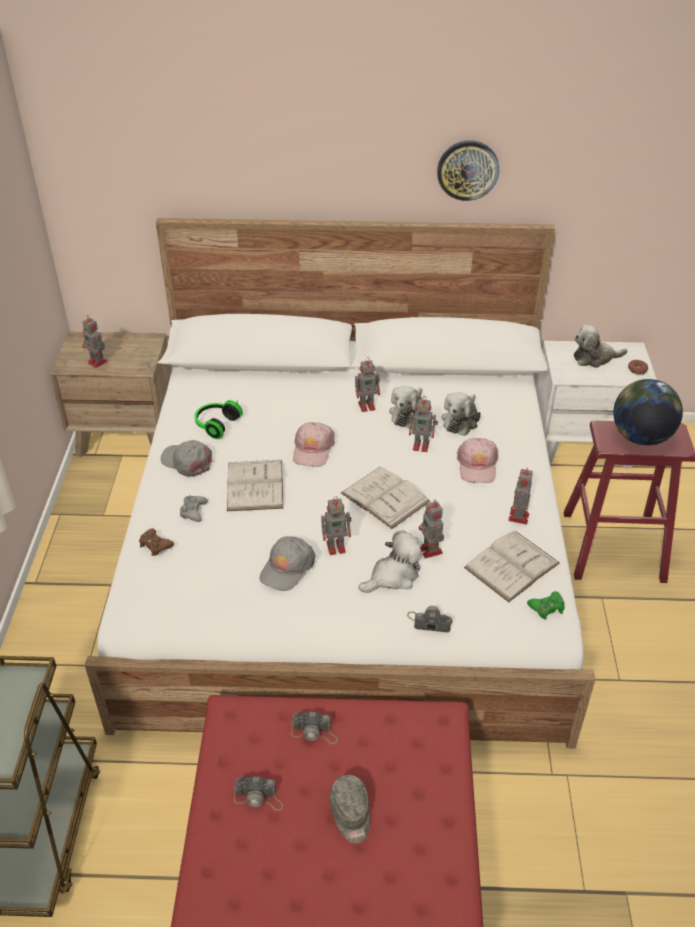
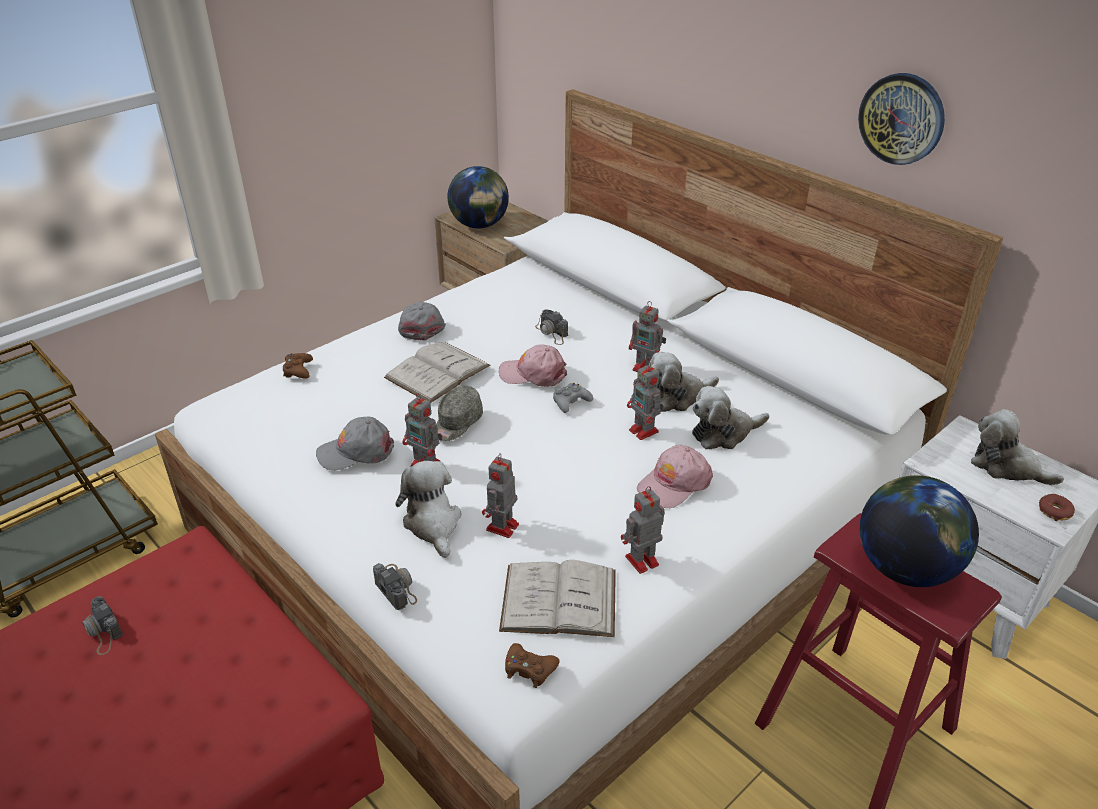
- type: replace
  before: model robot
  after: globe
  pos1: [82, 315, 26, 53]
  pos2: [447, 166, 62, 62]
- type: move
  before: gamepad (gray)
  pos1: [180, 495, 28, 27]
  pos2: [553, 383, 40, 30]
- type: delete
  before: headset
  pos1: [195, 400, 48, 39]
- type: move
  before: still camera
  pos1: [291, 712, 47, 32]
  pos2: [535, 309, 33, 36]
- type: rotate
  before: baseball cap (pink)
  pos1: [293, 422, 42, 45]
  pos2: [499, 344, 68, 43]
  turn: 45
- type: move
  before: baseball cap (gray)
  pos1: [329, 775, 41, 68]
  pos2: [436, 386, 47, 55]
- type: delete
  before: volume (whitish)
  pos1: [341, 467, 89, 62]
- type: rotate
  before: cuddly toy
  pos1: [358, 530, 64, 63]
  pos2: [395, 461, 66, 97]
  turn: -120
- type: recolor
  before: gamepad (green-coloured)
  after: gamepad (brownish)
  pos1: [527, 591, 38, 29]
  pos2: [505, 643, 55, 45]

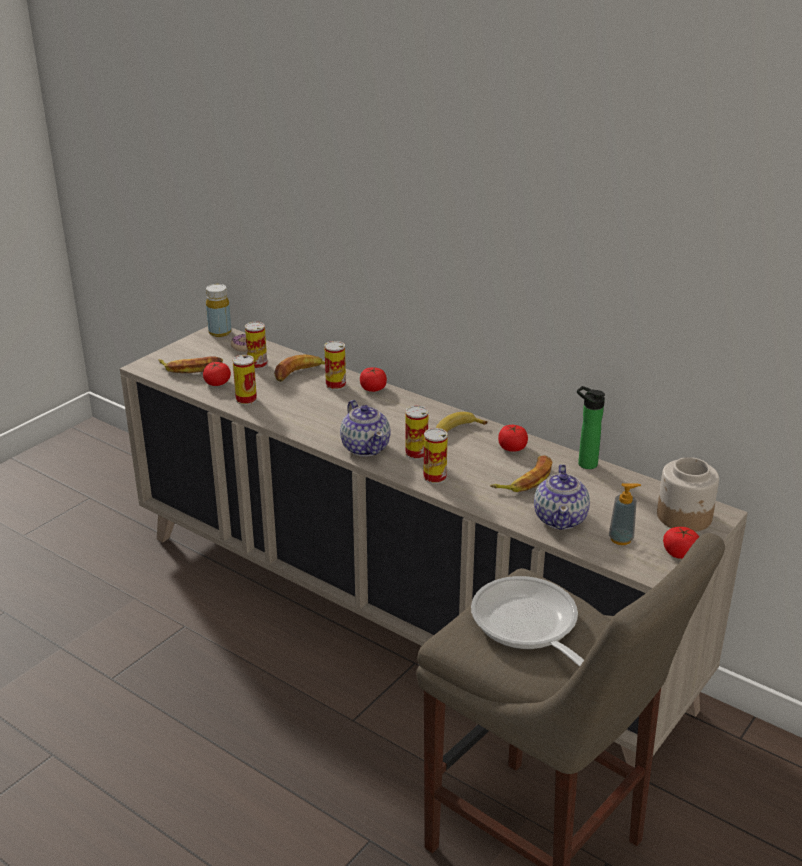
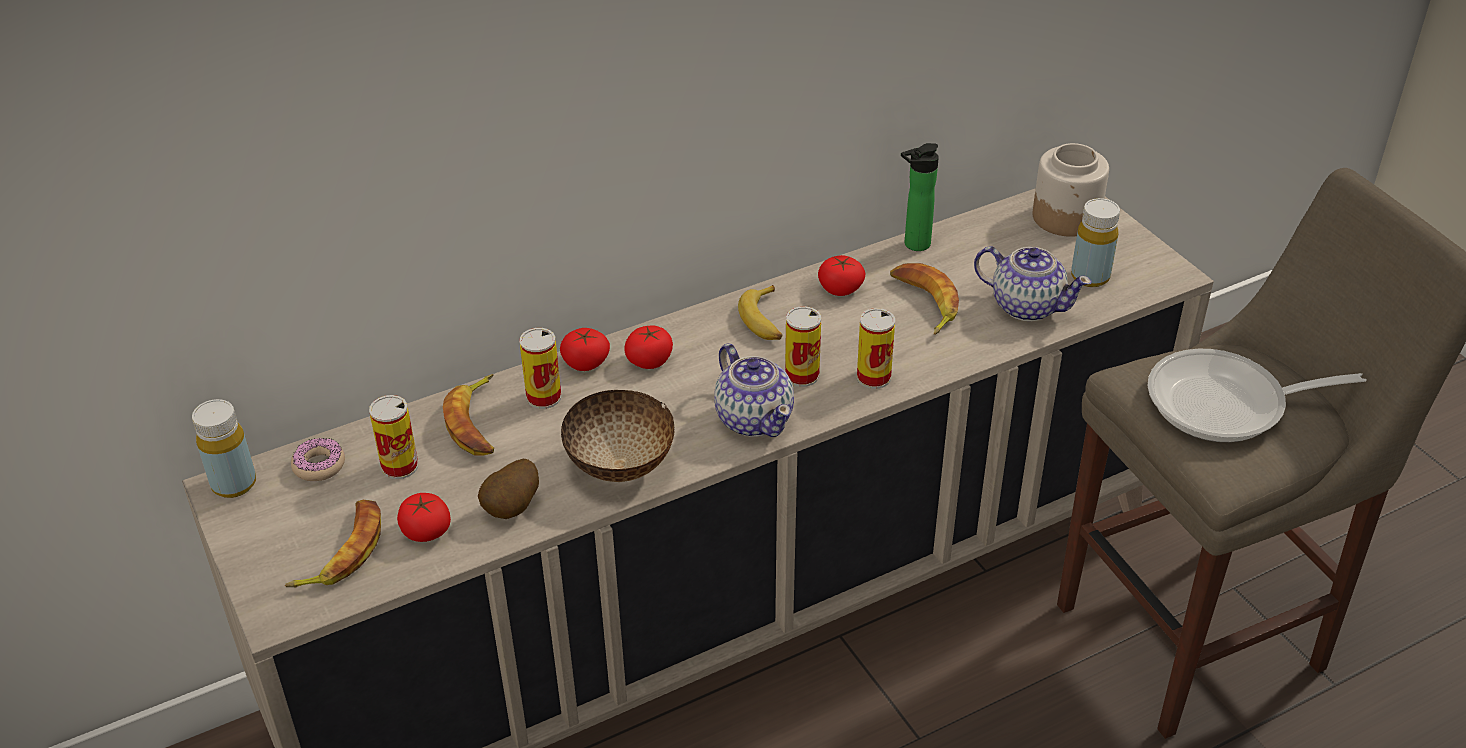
- type: replace
  before: sealed can
  after: whole potato
  pos1: [233, 355, 24, 50]
  pos2: [478, 459, 61, 60]
- type: rotate
  before: pot for tea
  pos1: [340, 400, 51, 57]
  pos2: [714, 344, 80, 93]
  turn: 60
- type: replace
  before: soap dispenser
  after: drink bottle (yellow-coloured)
  pos1: [609, 483, 32, 62]
  pos2: [1071, 198, 49, 89]
- type: move
  before: tomato
  pos1: [663, 527, 36, 32]
  pos2: [624, 326, 49, 43]
- type: insert
  after: serving bowl
  pos2: [561, 390, 113, 92]

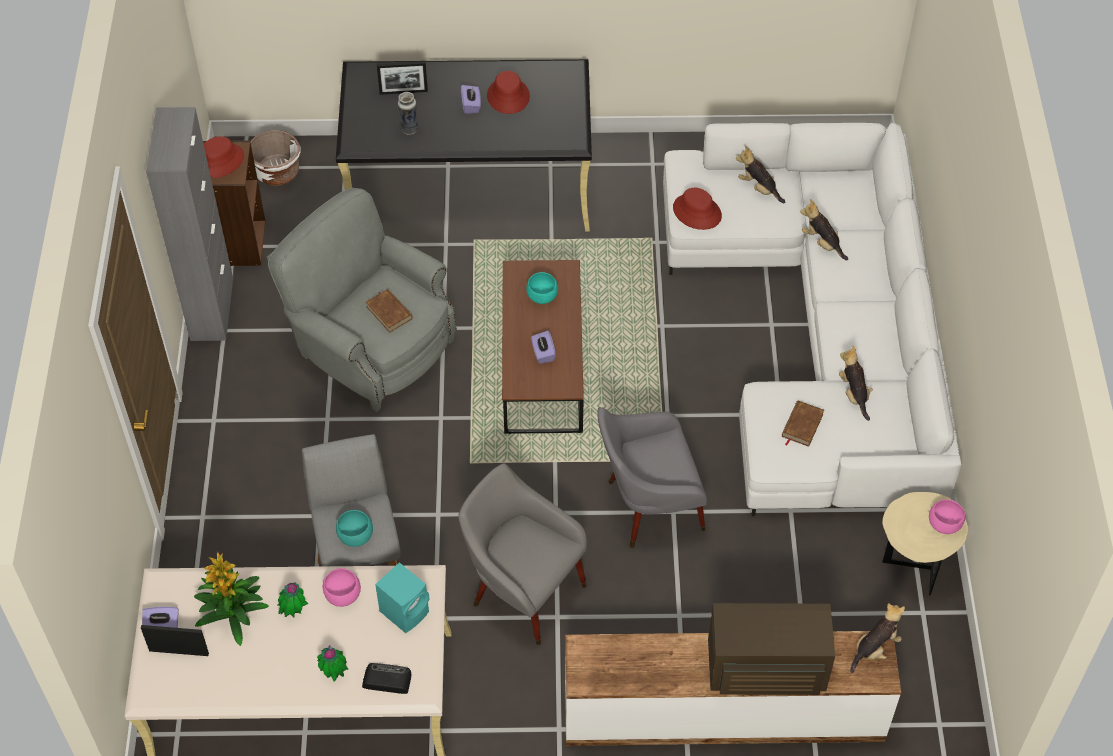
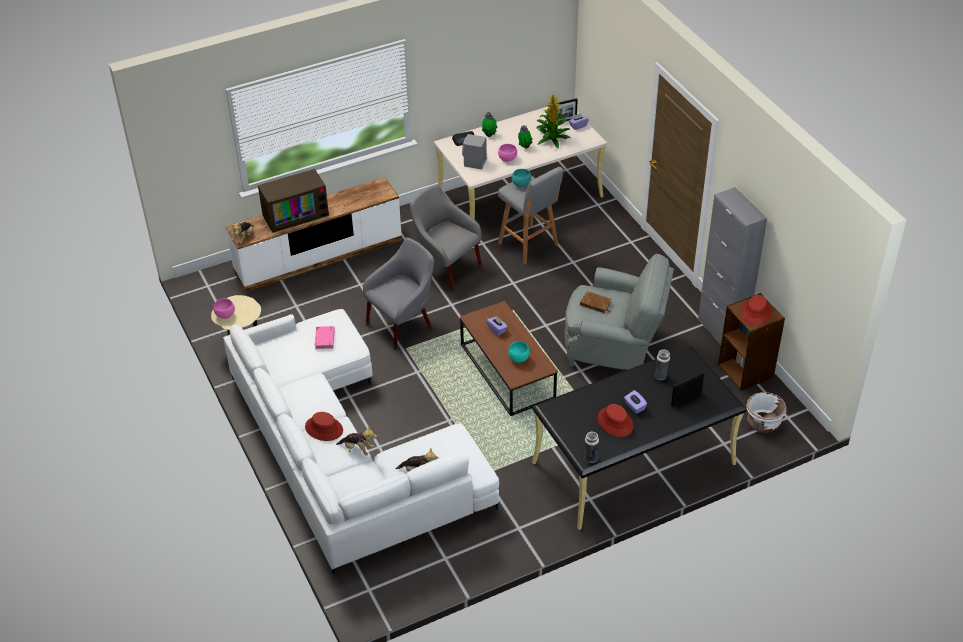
- type: recolor
  before: audio speaker (blue-green)
  after: audio speaker (gray)
  pos1: [375, 562, 54, 71]
  pos2: [462, 134, 25, 35]
- type: rotate
  before: lounge chair (gray)
  pos1: [458, 463, 129, 182]
  pos2: [410, 184, 72, 108]
  turn: -150
- type: move
  before: wearable hat (red-coloured)
  pos1: [673, 188, 49, 42]
  pos2: [305, 412, 38, 29]
- type: recolor
  before: volume (brownish)
  after: volume (pink)
  pos1: [782, 401, 42, 46]
  pos2: [315, 326, 20, 23]
- type: delete
  before: cuddly toy
  pos1: [839, 345, 34, 76]
- type: insert
  after: flower vase
  pos2: [585, 432, 14, 31]

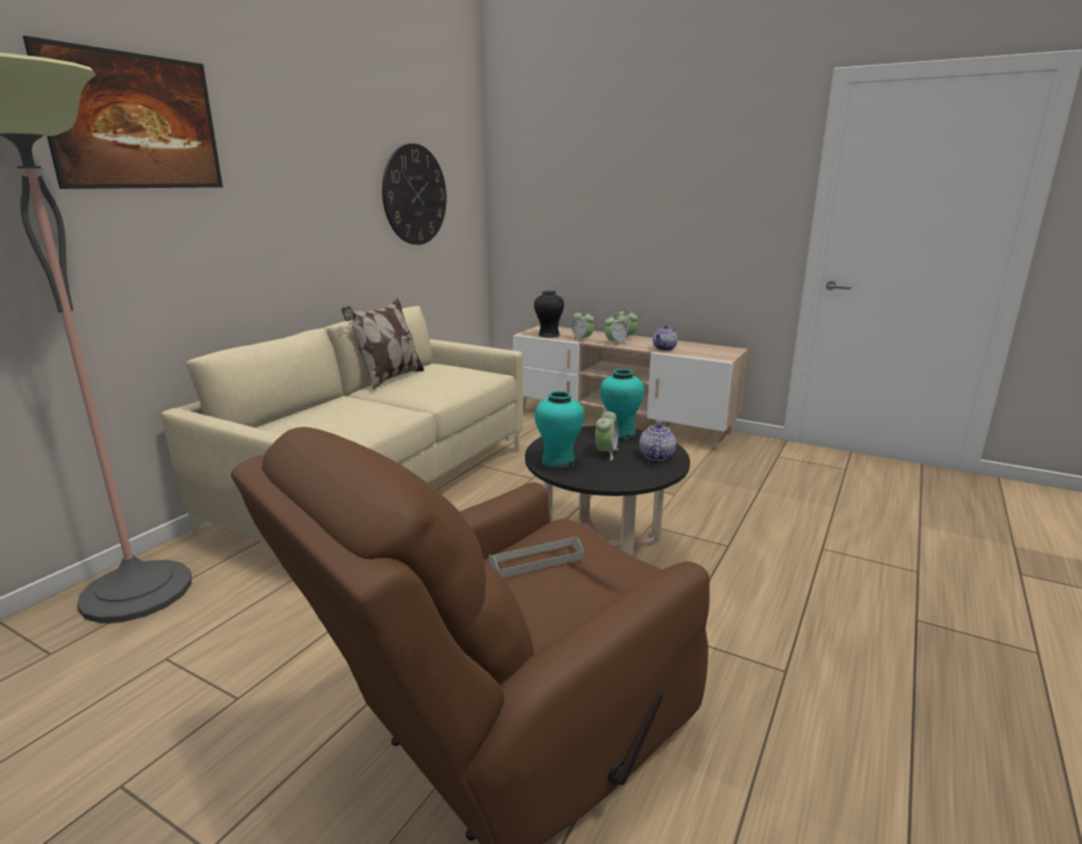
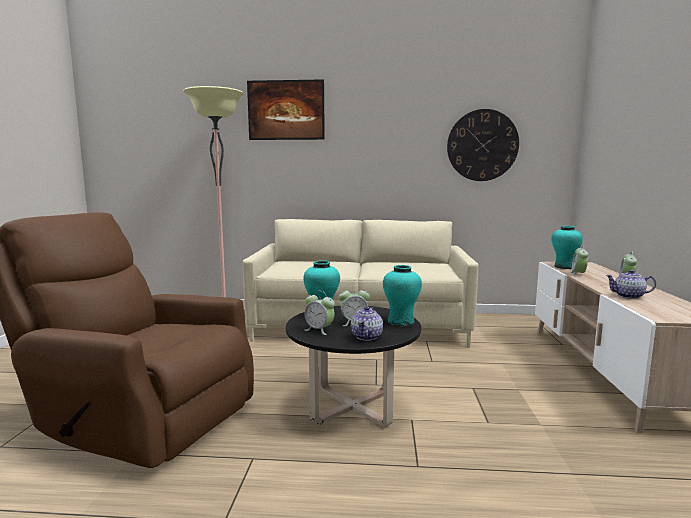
- type: delete
  before: throw pillow
  pos1: [341, 298, 83, 92]
- type: delete
  before: carrying tray (gray)
  pos1: [489, 537, 95, 40]
- type: recolor
  before: flower vase (blackish)
  after: flower vase (blue-green)
  pos1: [534, 291, 30, 47]
  pos2: [551, 226, 32, 43]
- type: move
  before: alarm clock
  pos1: [605, 313, 23, 33]
  pos2: [304, 291, 31, 44]
- type: rotate
  before: pot for tea
  pos1: [639, 421, 37, 40]
  pos2: [351, 307, 32, 34]
  turn: 120

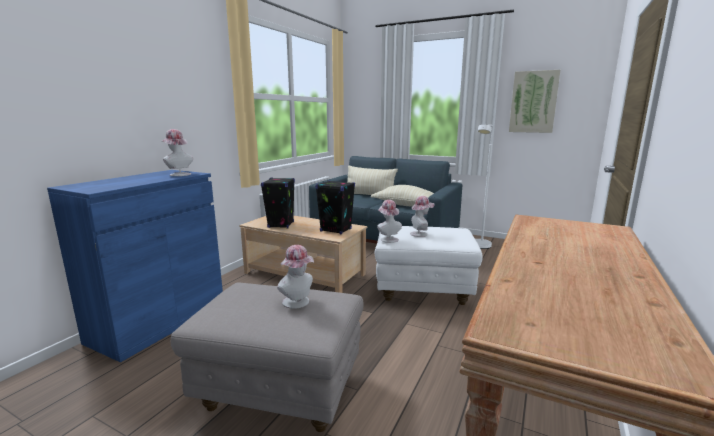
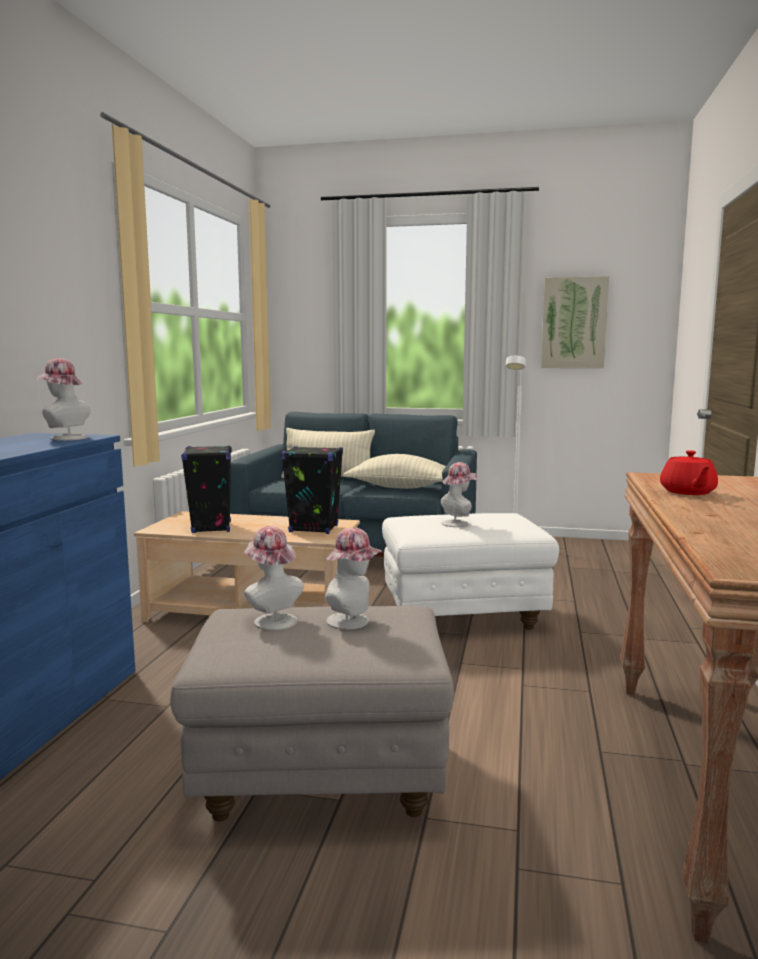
- type: move
  before: wearable hat
  pos1: [377, 200, 25, 43]
  pos2: [244, 526, 60, 104]
- type: insert
  after: pot for tea (red-coloured)
  pos2: [660, 450, 58, 45]

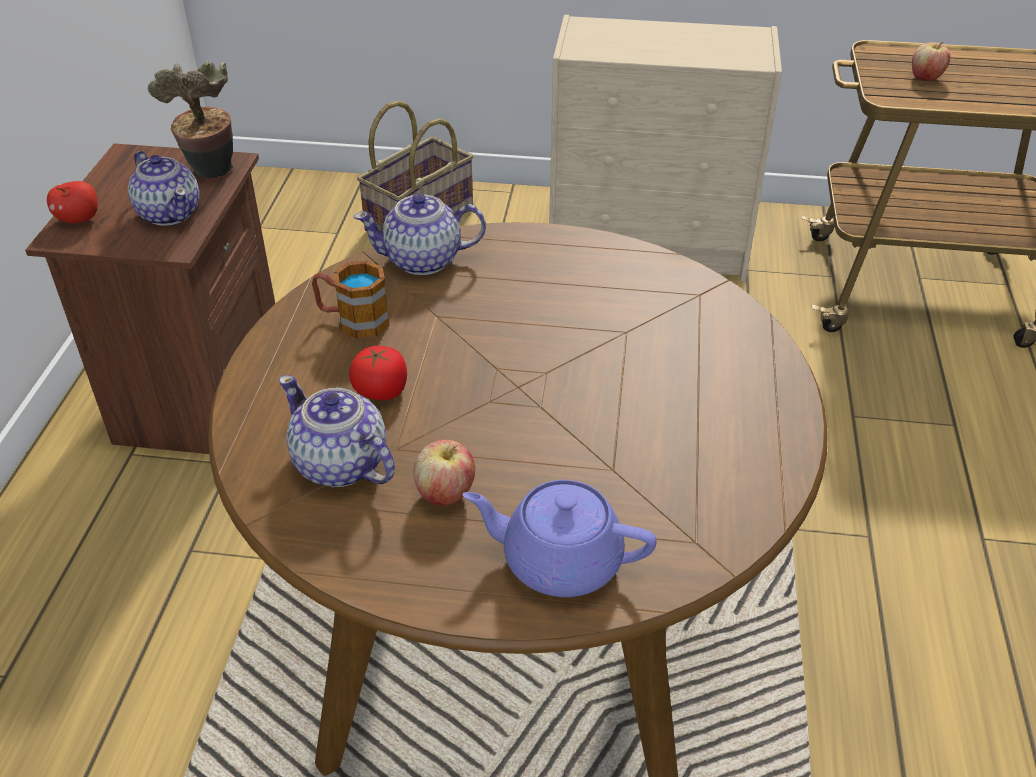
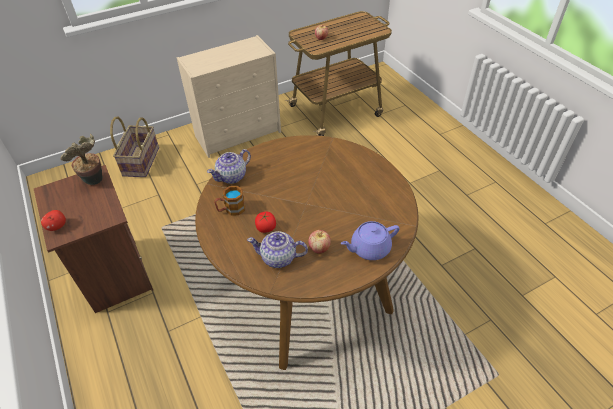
- type: delete
  before: pot for tea
  pos1: [128, 151, 72, 75]

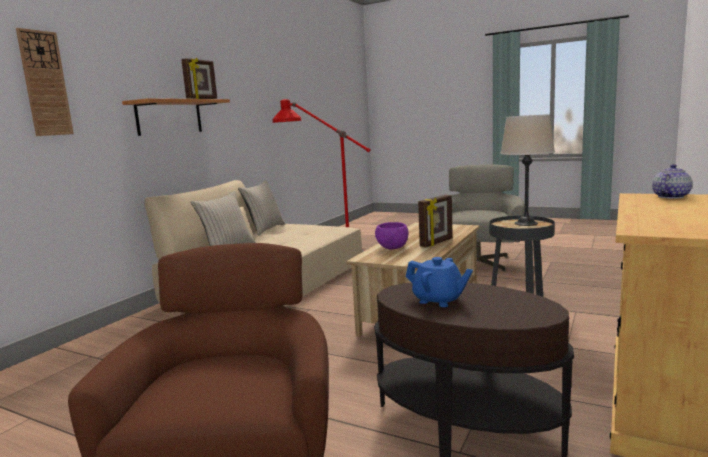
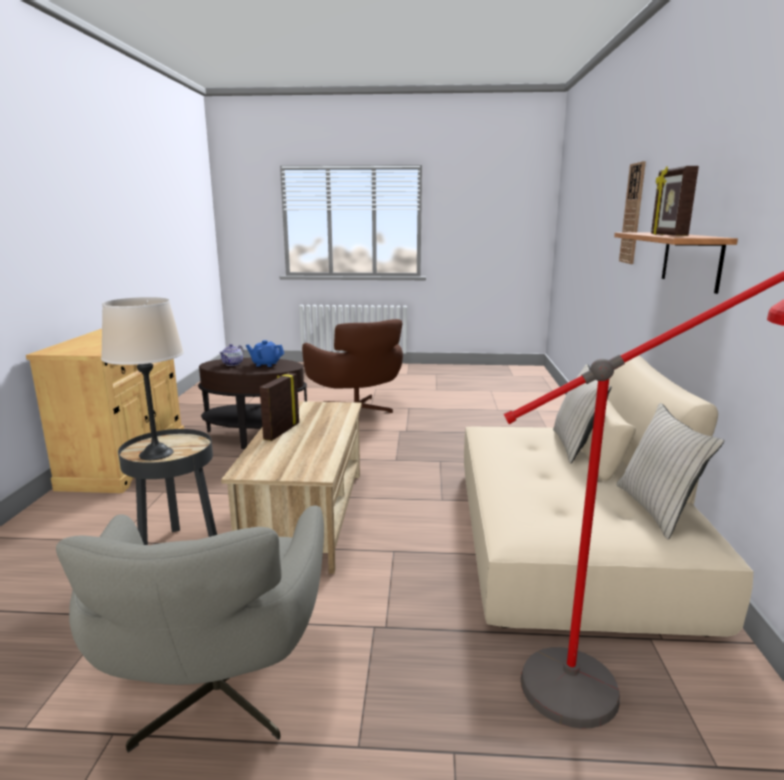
- type: delete
  before: serving bowl (purple)
  pos1: [375, 222, 33, 27]
- type: move
  before: pot for tea
  pos1: [652, 164, 40, 35]
  pos2: [219, 344, 25, 22]

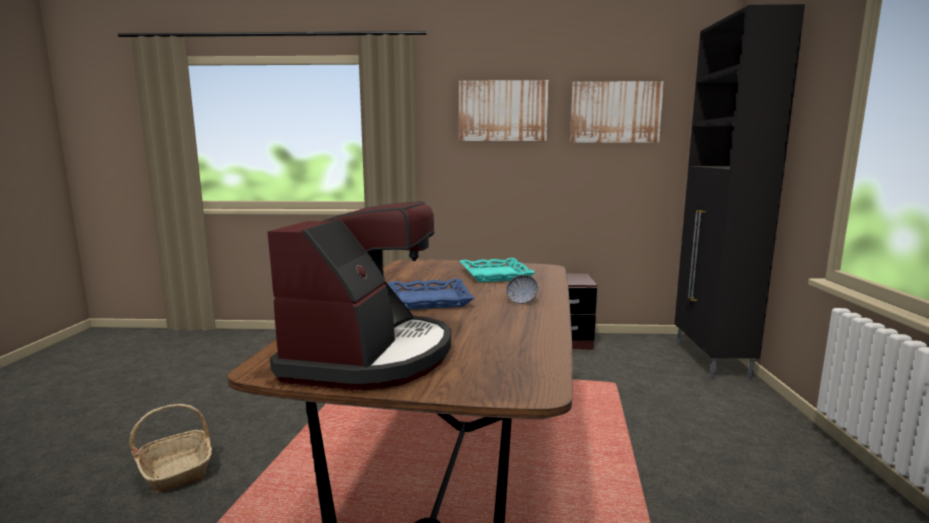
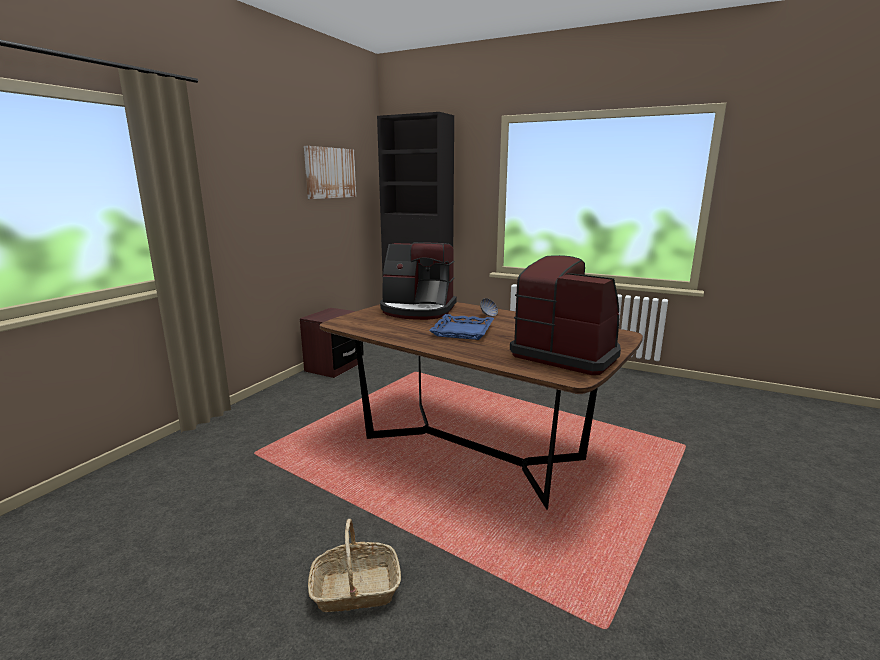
- type: delete
  before: picture
  pos1: [459, 80, 90, 61]
- type: replace
  before: carrying tray (blue-green)
  after: coffee machine
  pos1: [460, 258, 76, 24]
  pos2: [380, 242, 77, 78]

